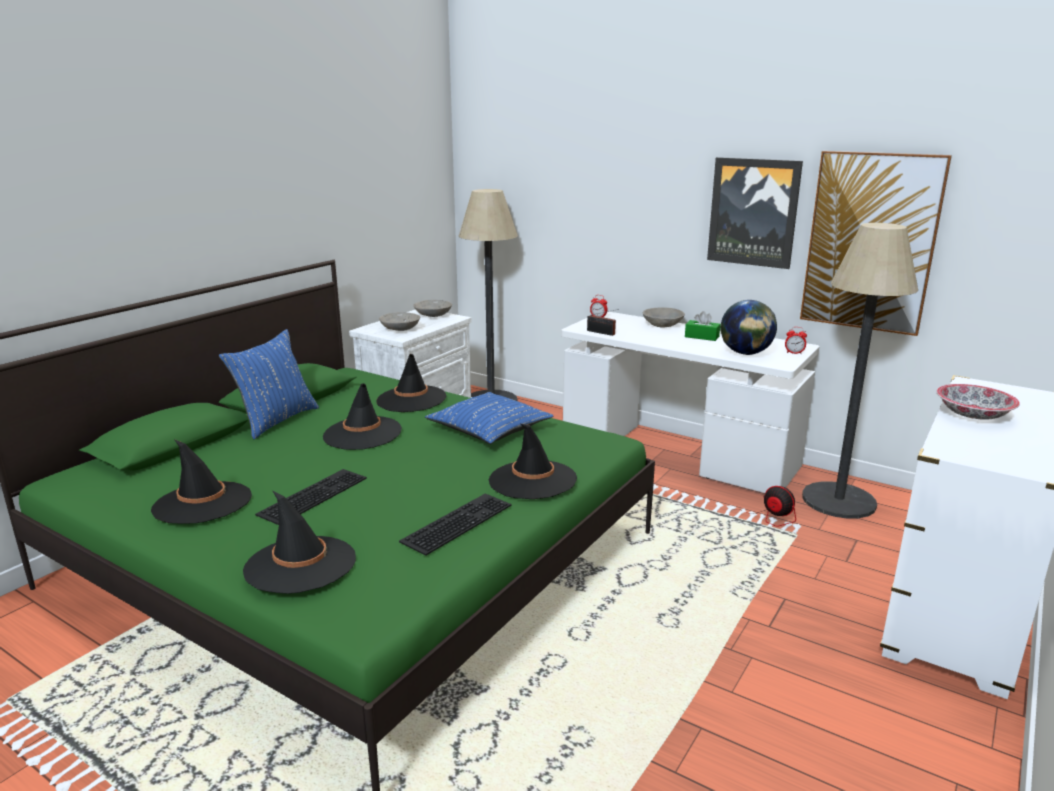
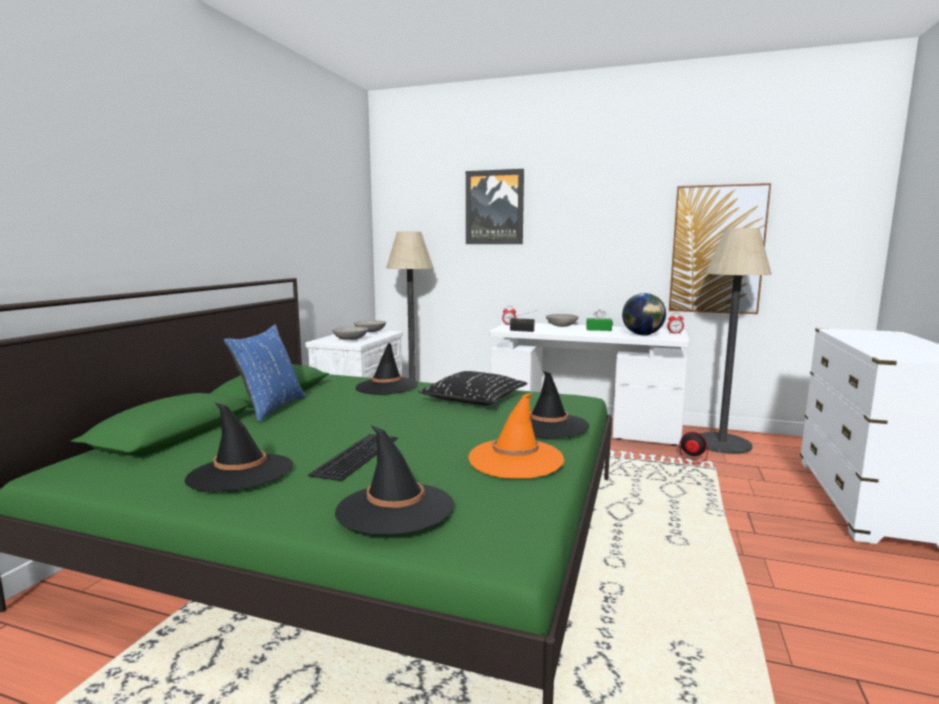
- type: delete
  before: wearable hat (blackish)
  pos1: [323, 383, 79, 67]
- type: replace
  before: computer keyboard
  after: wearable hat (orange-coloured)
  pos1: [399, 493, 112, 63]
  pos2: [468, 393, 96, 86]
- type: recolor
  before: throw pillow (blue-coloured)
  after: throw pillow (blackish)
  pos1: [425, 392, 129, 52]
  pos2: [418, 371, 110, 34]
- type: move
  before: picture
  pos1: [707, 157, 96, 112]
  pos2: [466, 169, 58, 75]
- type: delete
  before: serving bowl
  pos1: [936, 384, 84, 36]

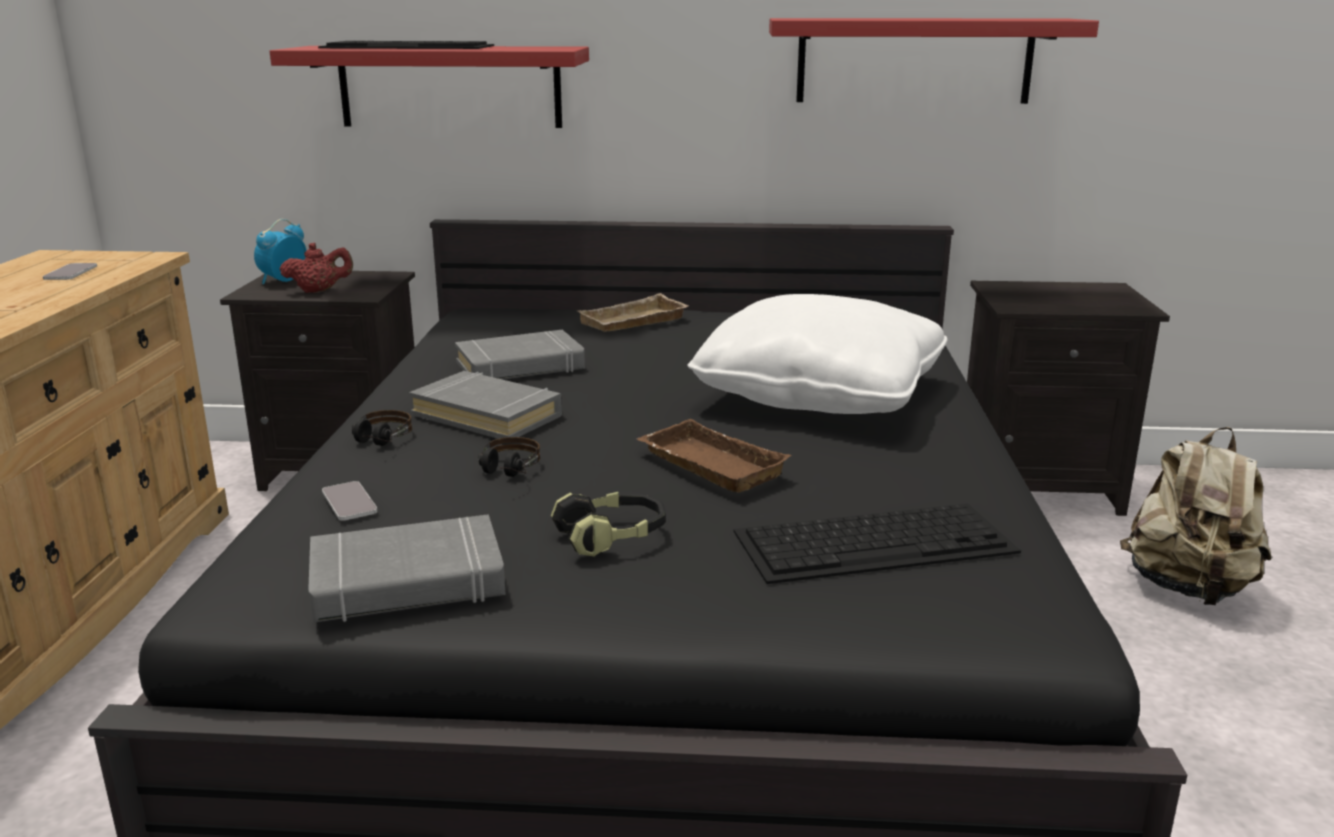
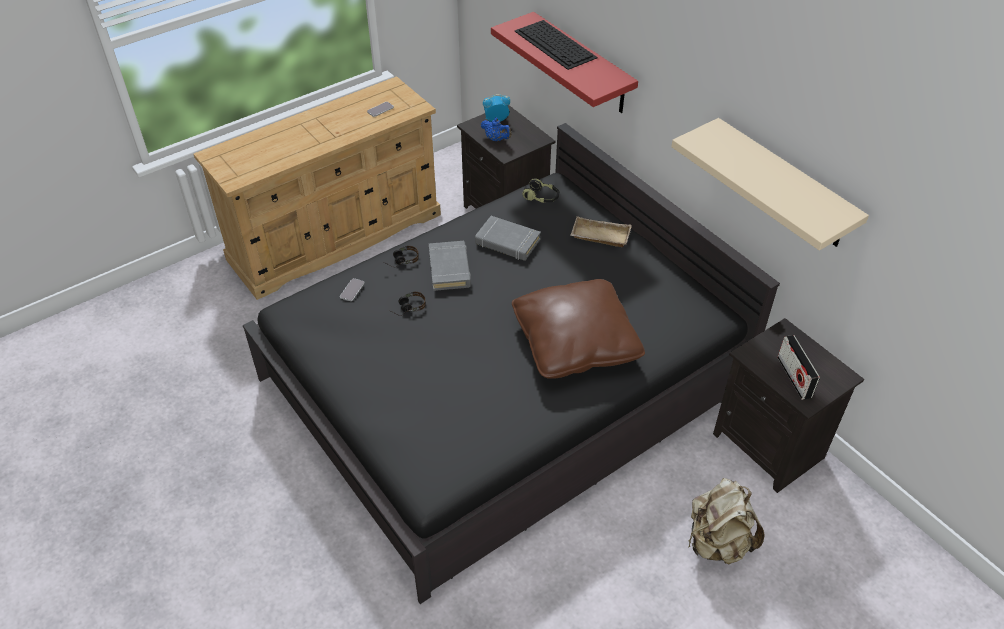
- type: recolor
  before: pot for tea (red-coloured)
  after: pot for tea (blue-coloured)
  pos1: [280, 242, 73, 51]
  pos2: [481, 117, 31, 24]
- type: delete
  before: volume (gray)
  pos1: [308, 514, 198, 109]
- type: move
  before: headset
  pos1: [551, 492, 115, 65]
  pos2: [522, 178, 37, 25]
- type: delete
  before: carrying tray (brownish)
  pos1: [636, 419, 156, 74]
- type: recolor
  before: throw pillow (whitish)
  after: throw pillow (brownish)
  pos1: [688, 294, 259, 120]
  pos2: [512, 279, 133, 100]
- type: delete
  before: computer keyboard
  pos1: [734, 503, 287, 81]
- type: recolor
  before: wall shelf (red-coloured)
  after: wall shelf (beige-coloured)
  pos1: [769, 18, 330, 86]
  pos2: [671, 118, 198, 133]
- type: insert
  after: radio receiver
  pos2: [777, 335, 43, 65]

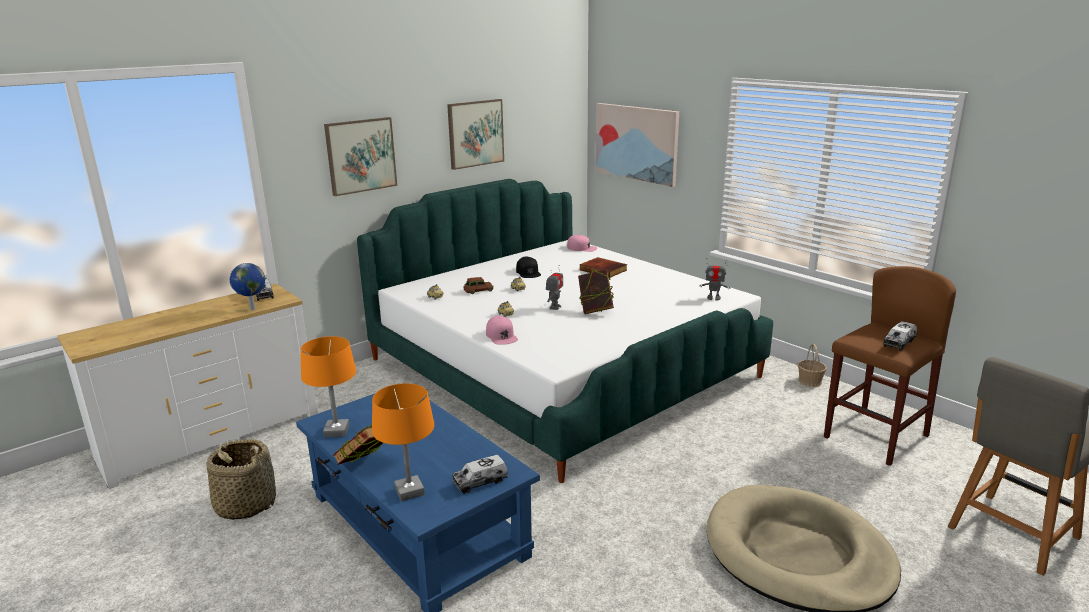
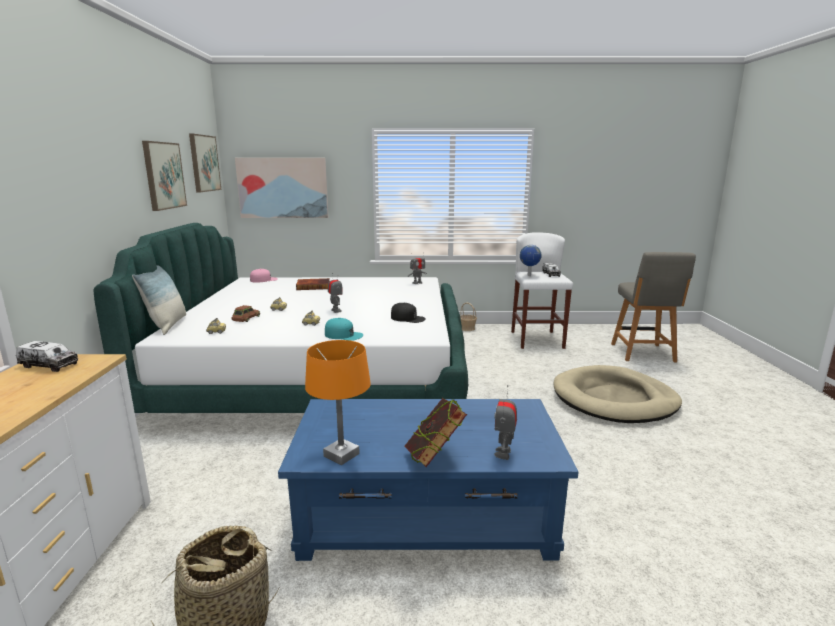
- type: move
  before: globe
  pos1: [230, 263, 35, 47]
  pos2: [520, 245, 22, 31]
- type: move
  before: picture
  pos1: [324, 117, 73, 79]
  pos2: [189, 134, 32, 58]
- type: replace
  before: tabletop lamp (orange-coloured)
  after: model robot
  pos1: [372, 383, 62, 118]
  pos2: [494, 385, 23, 75]
- type: delete
  before: toy lorry
  pos1: [452, 455, 56, 39]
- type: recolor
  before: baseball cap (pink)
  after: baseball cap (blue-green)
  pos1: [486, 316, 32, 29]
  pos2: [325, 318, 38, 23]
- type: move
  before: baseball cap (blackish)
  pos1: [516, 257, 25, 21]
  pos2: [391, 303, 34, 20]
- type: delete
  before: volume
  pos1: [578, 269, 36, 45]
- type: recolor
  before: stool seat (brownish)
  after: stool seat (whitish)
  pos1: [824, 266, 132, 200]
  pos2: [511, 232, 62, 117]
- type: insert
  after: throw pillow
  pos2: [132, 265, 54, 70]

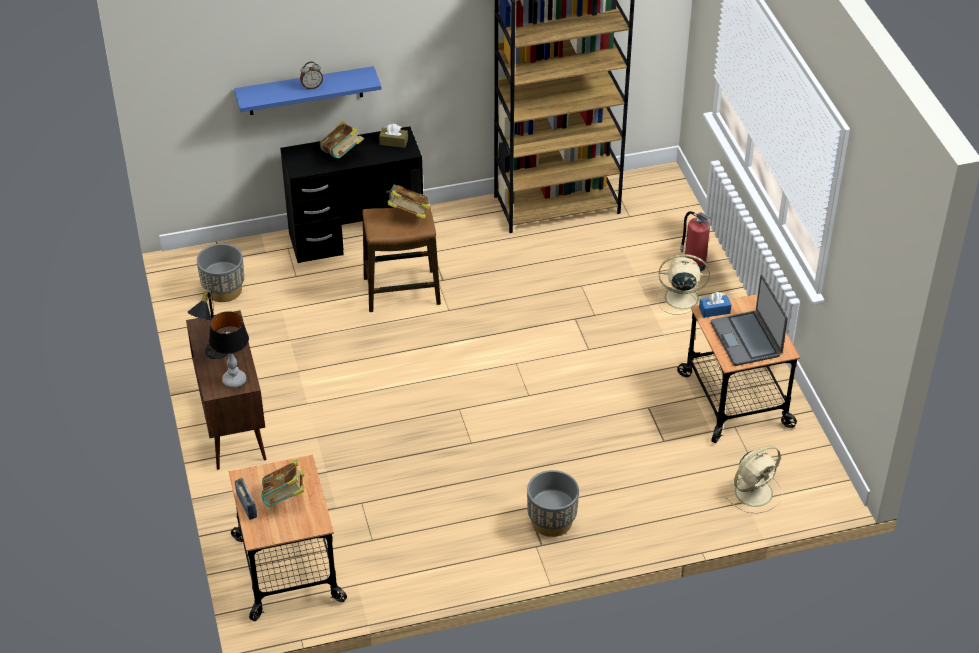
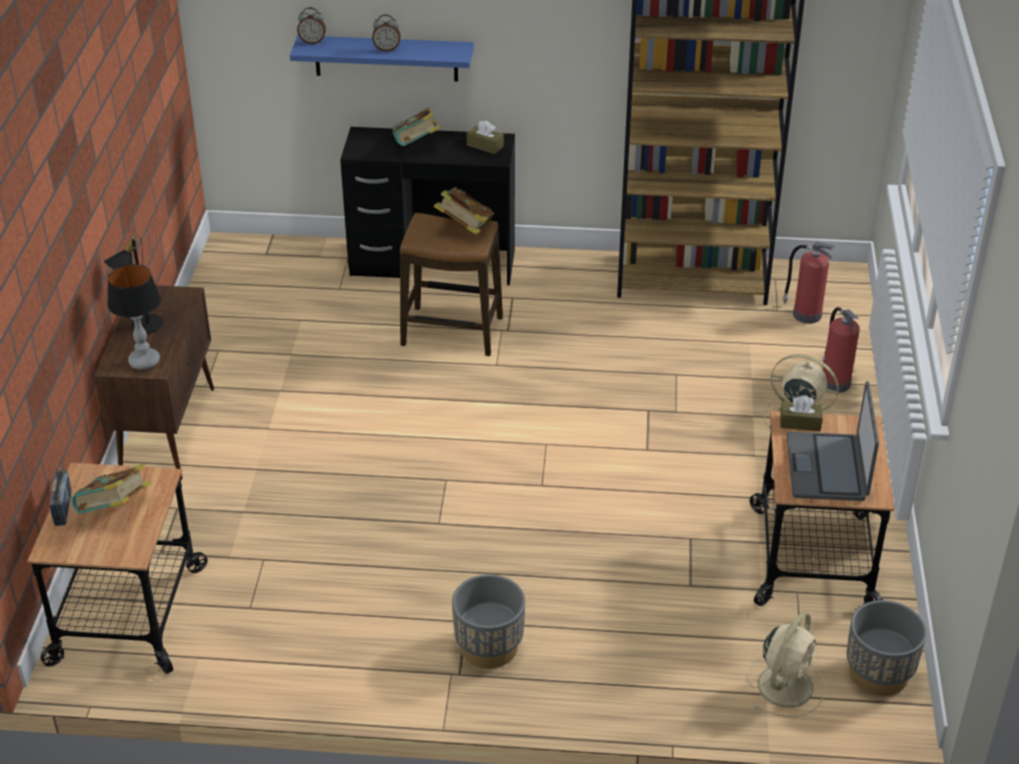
- type: move
  before: planter (gray)
  pos1: [197, 243, 47, 59]
  pos2: [847, 600, 80, 96]
- type: recolor
  before: tissue box (blue-coloured)
  after: tissue box (brownish)
  pos1: [699, 292, 32, 26]
  pos2: [780, 395, 43, 36]
- type: rotate
  before: cooling fan (beige-coloured)
  pos1: [725, 446, 58, 68]
  pos2: [748, 612, 78, 106]
  turn: -45
- type: insert
  after: alarm clock
  pos2: [297, 7, 29, 37]
- type: insert
  after: fire-fighting cylinder
  pos2: [782, 242, 53, 82]

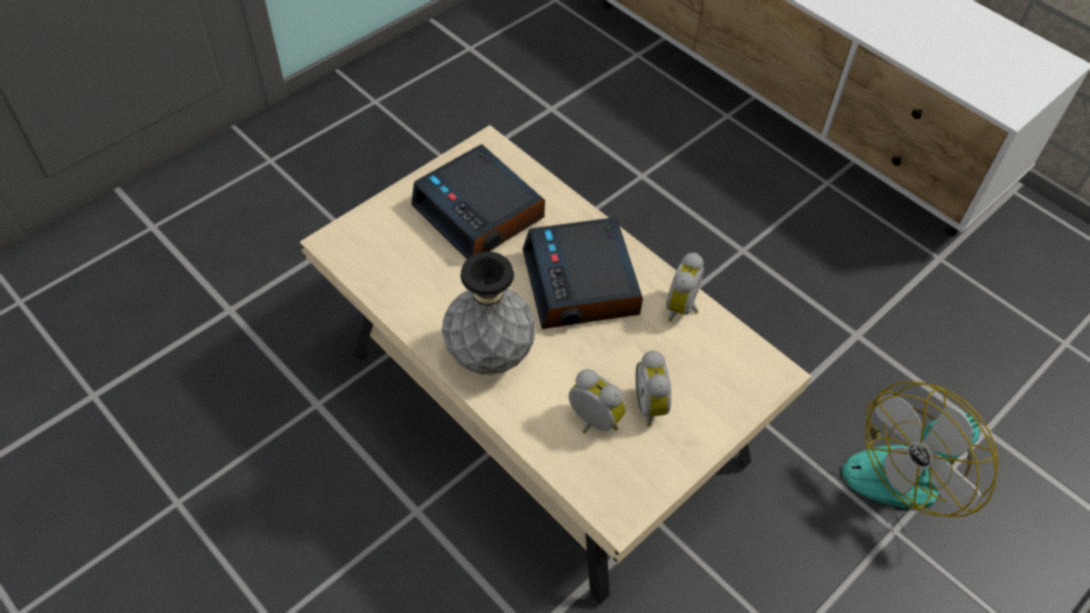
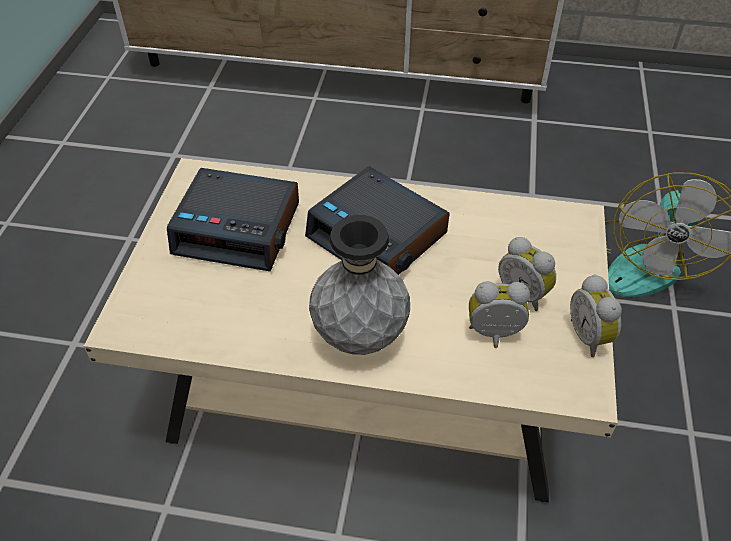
- type: move
  before: alarm clock
  pos1: [666, 253, 38, 68]
  pos2: [570, 274, 52, 83]

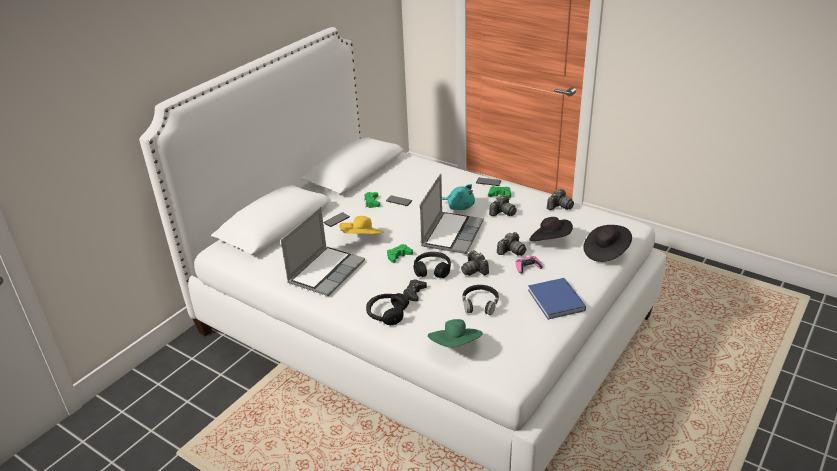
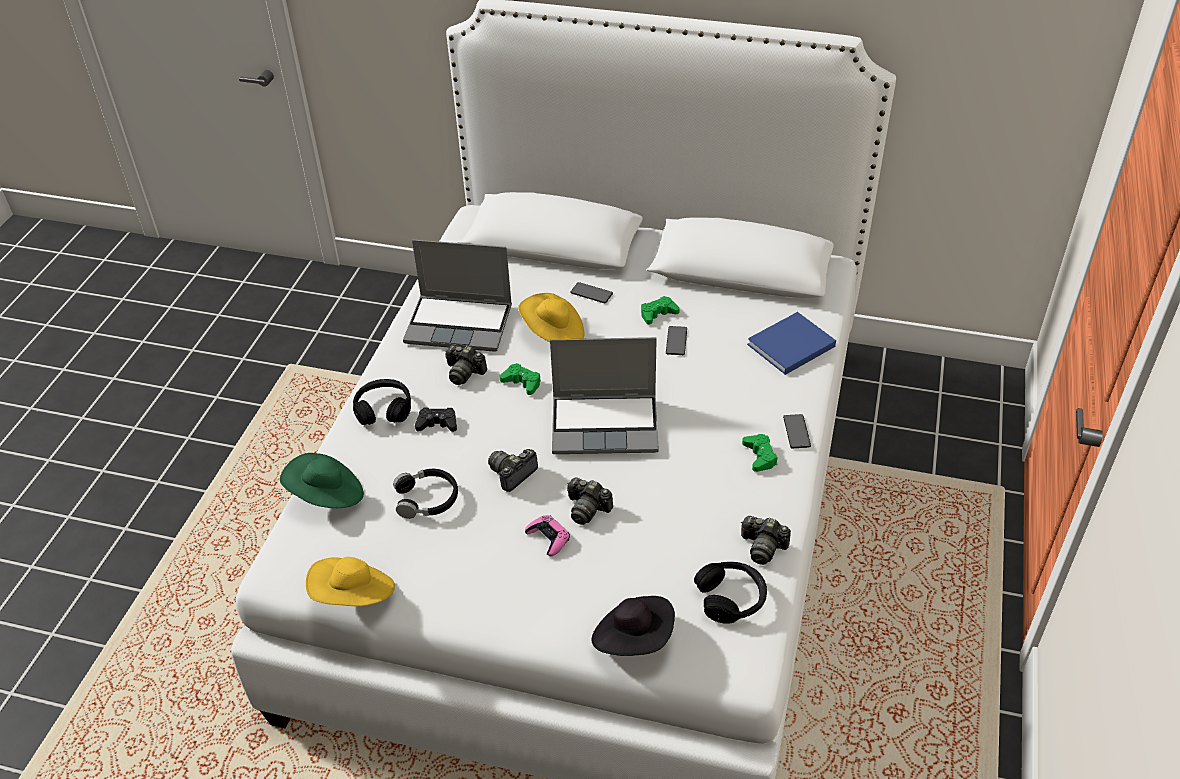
- type: move
  before: headset (blackish)
  pos1: [413, 252, 38, 26]
  pos2: [694, 562, 73, 62]
- type: delete
  before: cuddly toy (blue-green)
  pos1: [442, 184, 33, 26]
- type: move
  before: still camera
  pos1: [489, 195, 28, 21]
  pos2: [445, 345, 42, 40]
- type: move
  before: volume (blue-coloured)
  pos1: [528, 278, 58, 41]
  pos2: [747, 312, 89, 63]
- type: delete
  before: wearable hat (blackish)
  pos1: [529, 217, 44, 24]
- type: insert
  after: wearable hat (yellow-coloured)
  pos2: [306, 557, 89, 49]

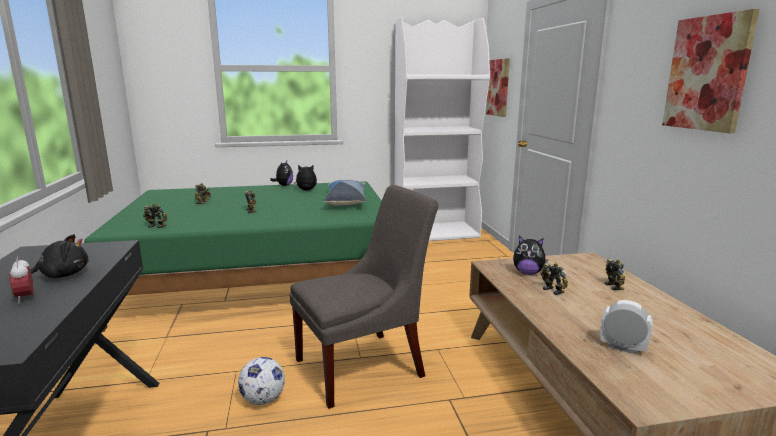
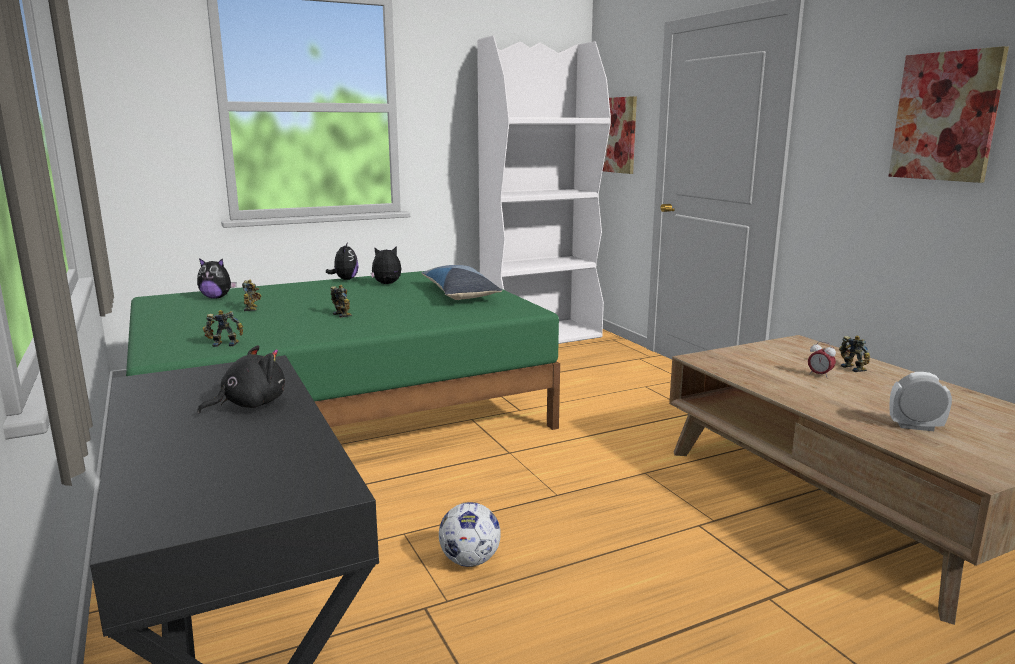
- type: move
  before: alarm clock
  pos1: [9, 257, 25, 47]
  pos2: [808, 341, 28, 36]
- type: delete
  before: upright chair (gray)
  pos1: [290, 185, 148, 224]
- type: move
  before: cuddly toy
  pos1: [513, 236, 36, 39]
  pos2: [197, 258, 40, 41]
- type: delete
  before: model robot
  pos1: [540, 263, 28, 32]

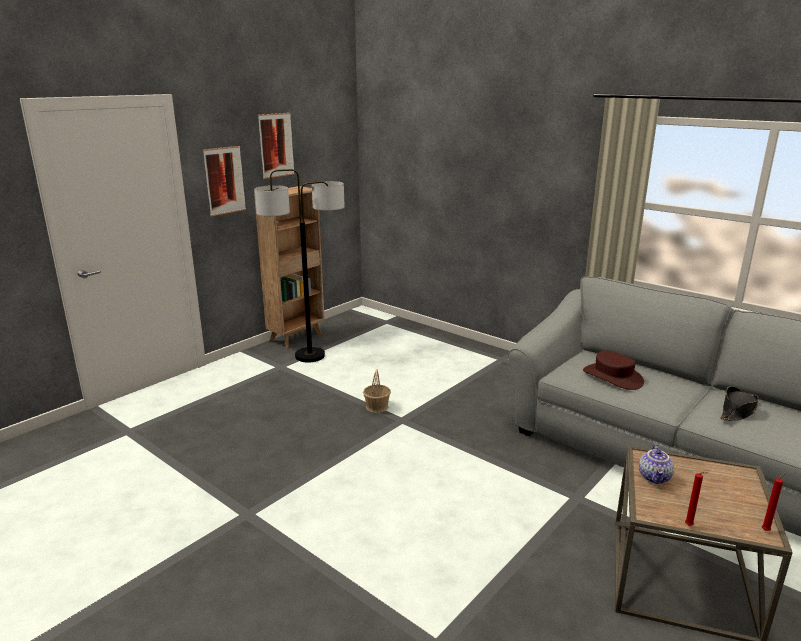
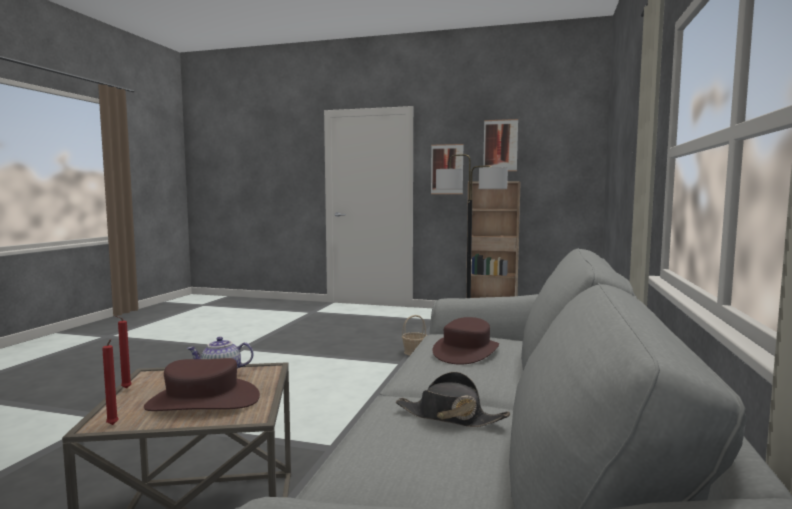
- type: insert
  after: wearable hat (brownish)
  pos2: [144, 358, 116, 53]

